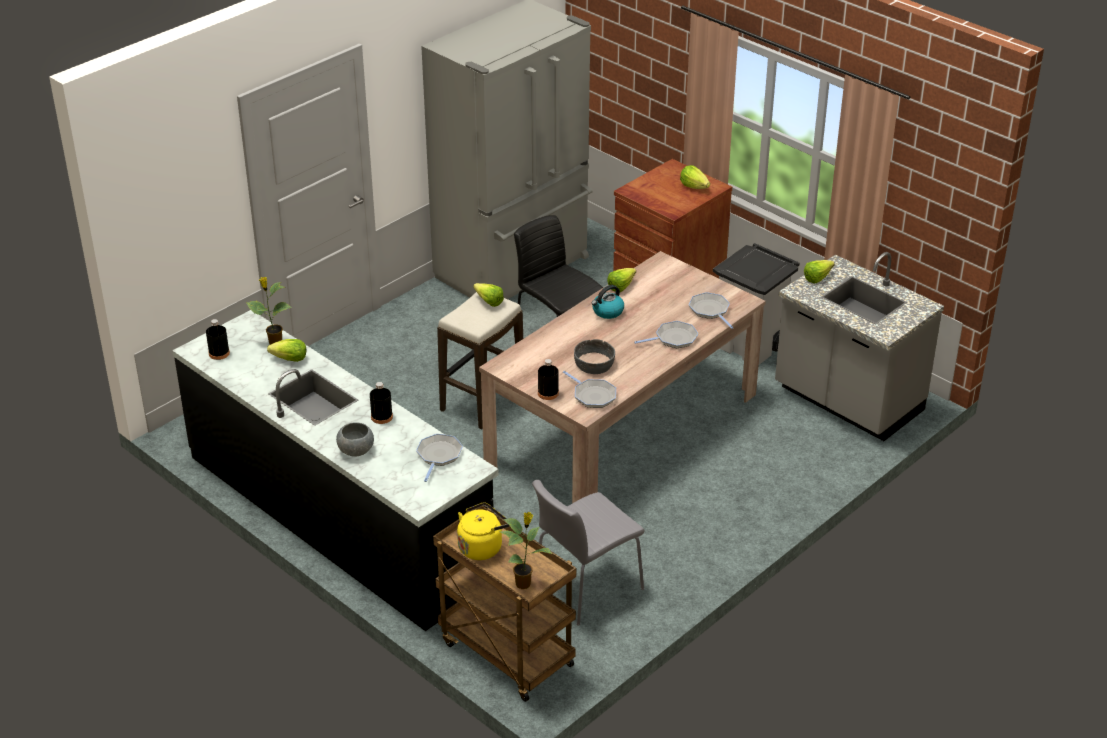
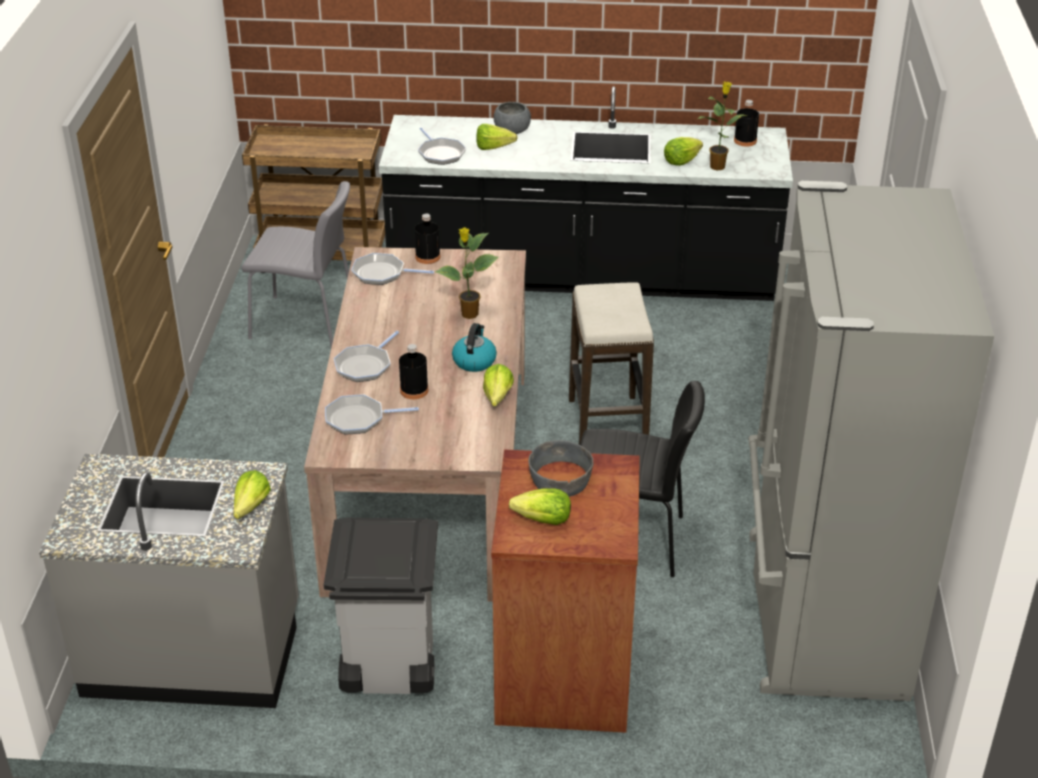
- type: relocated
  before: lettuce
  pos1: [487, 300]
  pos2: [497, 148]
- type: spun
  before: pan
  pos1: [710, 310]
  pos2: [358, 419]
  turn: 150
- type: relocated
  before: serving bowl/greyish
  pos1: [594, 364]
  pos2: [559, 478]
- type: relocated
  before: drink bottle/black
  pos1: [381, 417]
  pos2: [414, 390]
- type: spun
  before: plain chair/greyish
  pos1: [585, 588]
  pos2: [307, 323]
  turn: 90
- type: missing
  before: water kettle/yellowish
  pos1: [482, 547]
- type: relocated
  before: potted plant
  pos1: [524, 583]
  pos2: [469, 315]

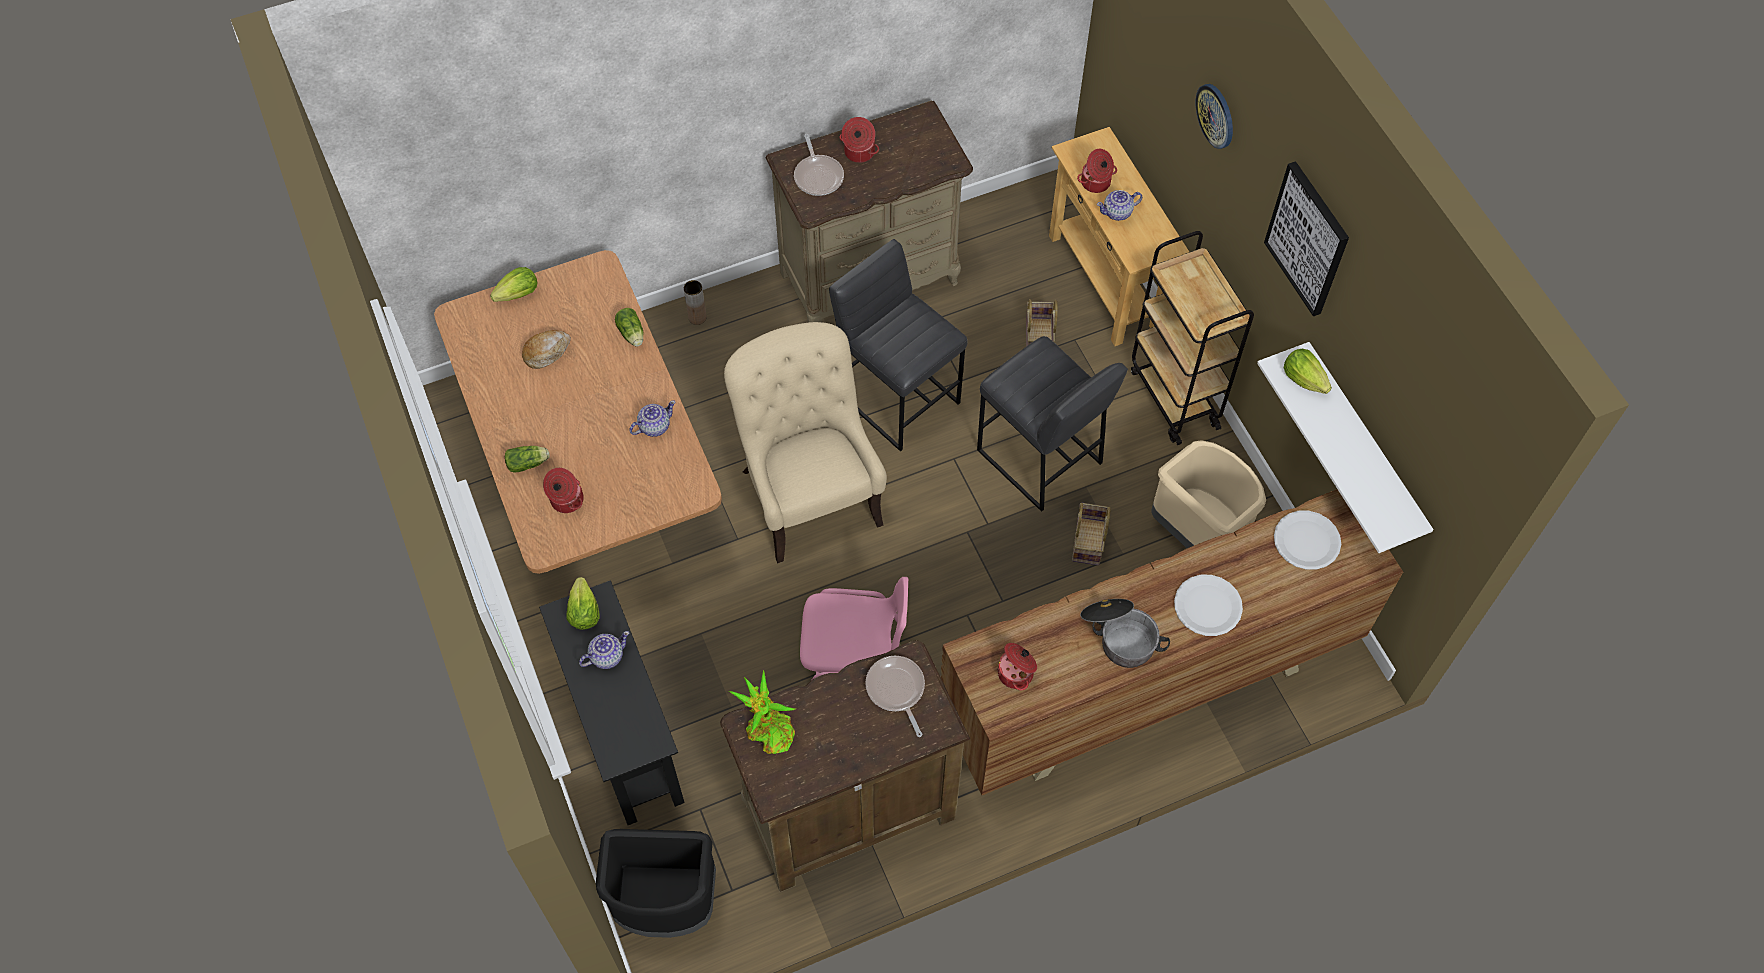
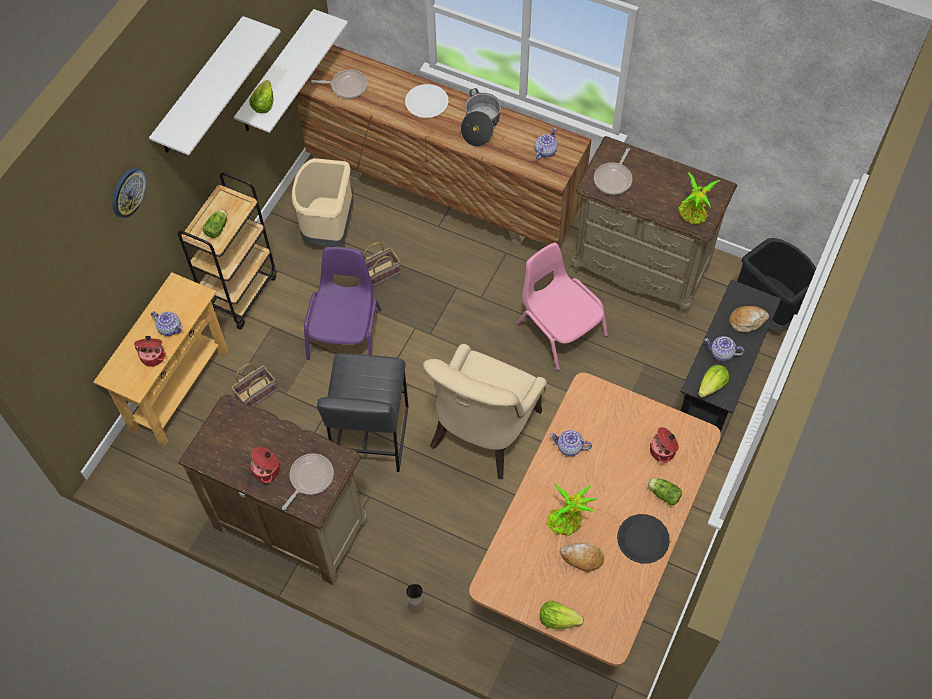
- type: exchanged
  before: wall picture
  after: shelf/white
  pos1: [1308, 238]
  pos2: [200, 88]
- type: relocated
  before: lettuce
  pos1: [632, 334]
  pos2: [218, 227]
- type: exchanged
  before: sitting stool/greyish
  after: plain chair/purple-coloured
  pos1: [1040, 458]
  pos2: [346, 333]
- type: exchanged
  before: dinner plate/white
  after: pan
  pos1: [1307, 541]
  pos2: [347, 86]
- type: exchanged
  before: saucepot
  after: pot for tea
  pos1: [1016, 673]
  pos2: [545, 151]
- type: appeared
  after: baked bread
  pos2: [747, 321]
- type: appeared
  after: potted plant
  pos2: [567, 520]
- type: appeared
  after: dinner plate/black
  pos2: [643, 539]

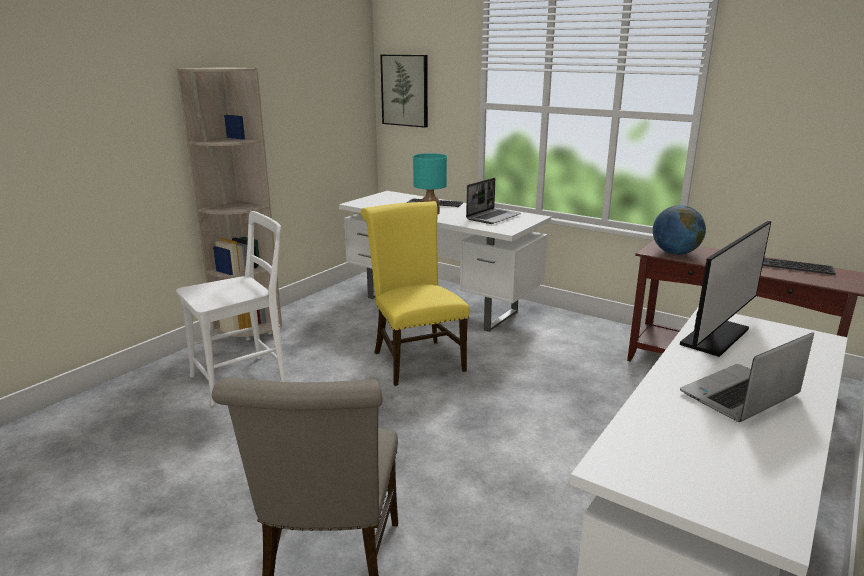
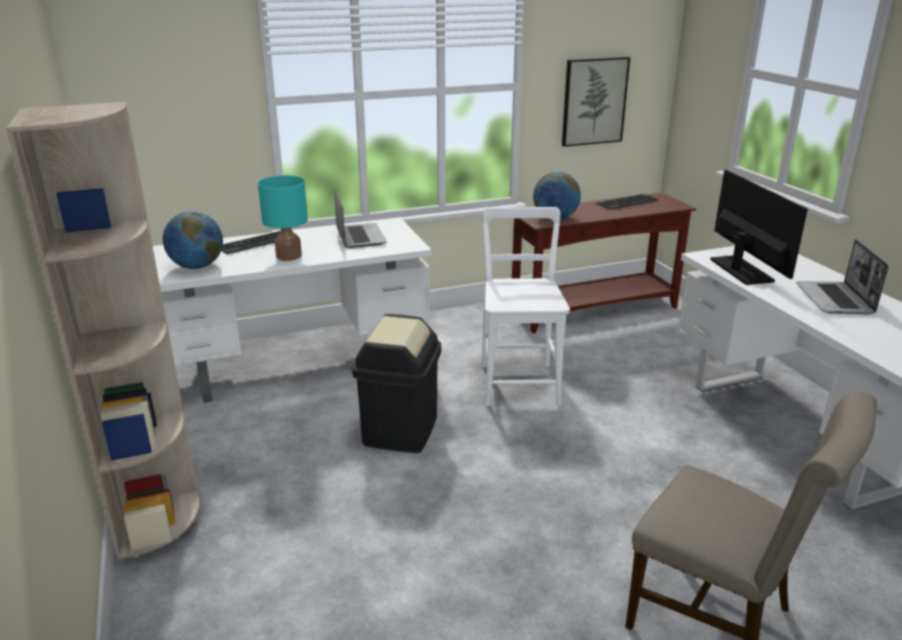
- type: relocated
  before: wall picture
  pos1: [405, 90]
  pos2: [594, 101]
- type: exchanged
  before: plain chair/yellowish
  after: waste bin/black
  pos1: [415, 359]
  pos2: [399, 431]
- type: relocated
  before: plain chair/white
  pos1: [243, 378]
  pos2: [518, 381]
- type: appeared
  after: globe
  pos2: [197, 266]

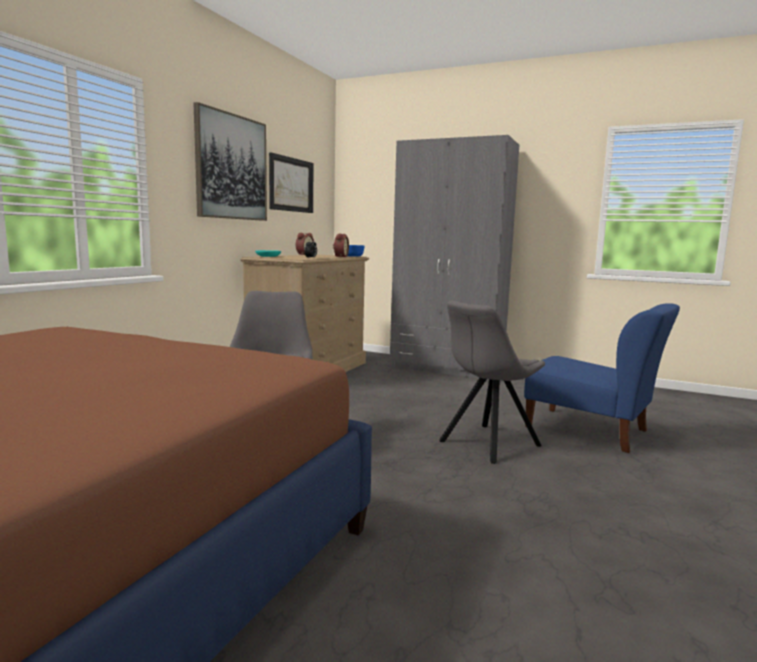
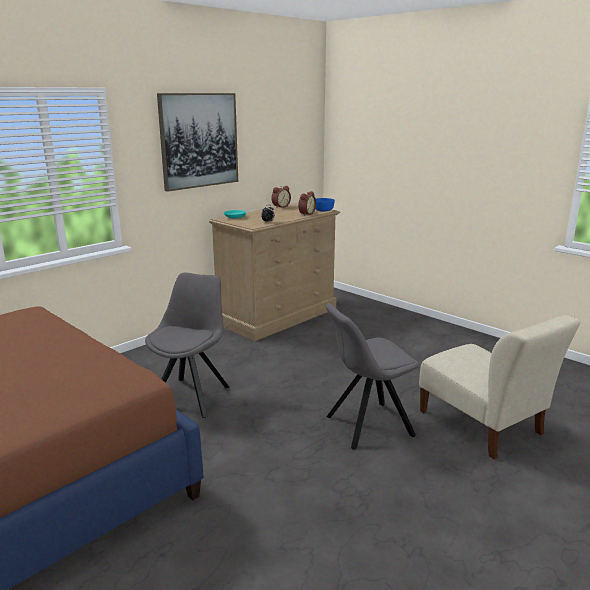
- type: missing
  before: wardrobe/greyish
  pos1: [447, 368]
- type: missing
  before: wall picture
  pos1: [291, 184]
- type: colour
  before: plain chair/blue-coloured
  after: plain chair/beige-coloured
  pos1: [591, 431]
  pos2: [483, 425]

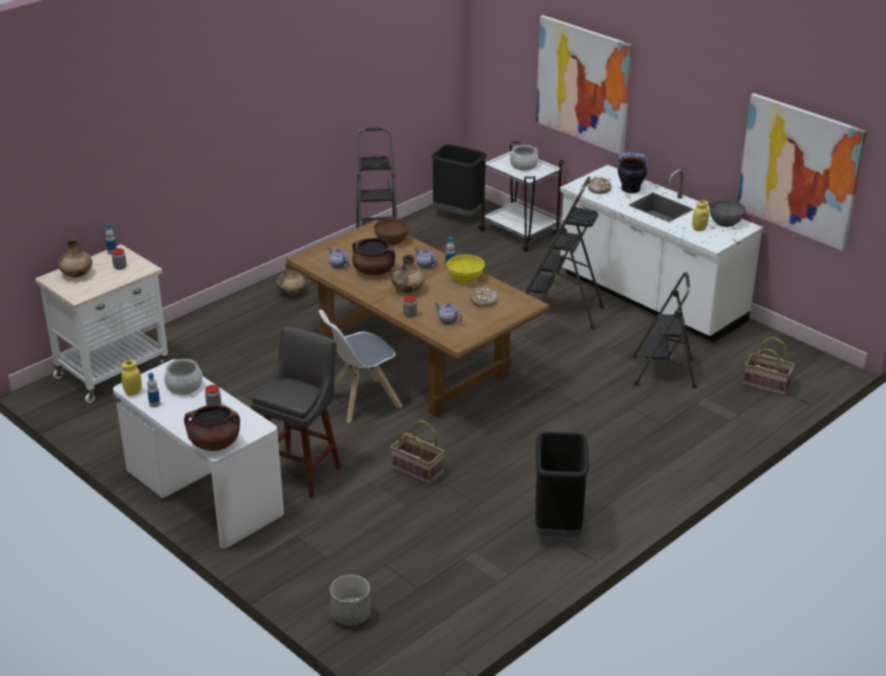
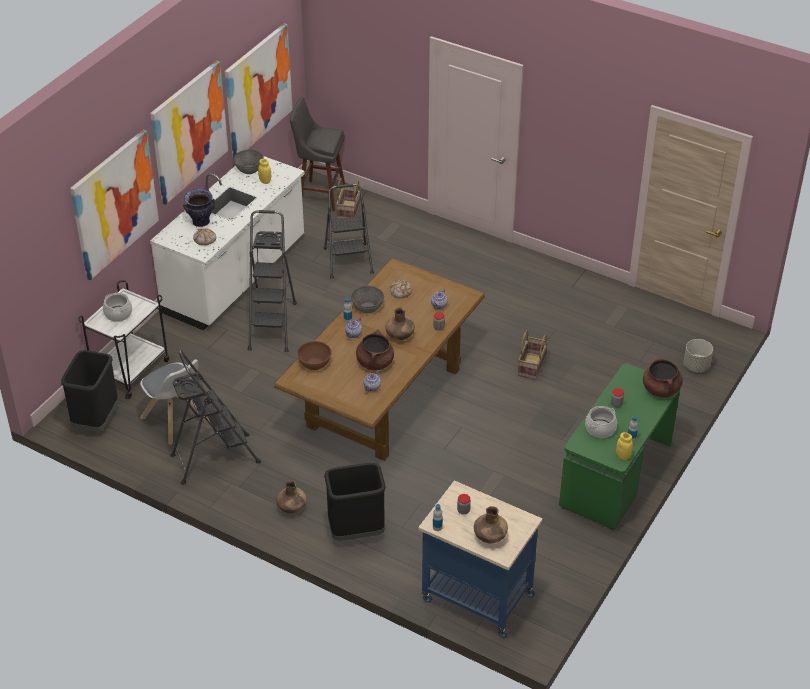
- type: colour
  before: trolley/white
  after: trolley/blue-coloured
  pos1: [113, 371]
  pos2: [477, 598]
- type: colour
  before: serving bowl/yellowish
  after: serving bowl/greyish
  pos1: [465, 278]
  pos2: [367, 307]
- type: relocated
  before: plain chair
  pos1: [361, 401]
  pos2: [176, 421]
- type: relocated
  before: sitting stool/greyish
  pos1: [302, 471]
  pos2: [319, 195]
- type: colour
  before: desk unit/white
  after: desk unit/greenish
  pos1: [202, 494]
  pos2: [616, 477]
- type: relocated
  before: waste bin/black
  pos1: [557, 526]
  pos2: [356, 532]
- type: appeared
  after: wall picture
  pos2: [189, 131]

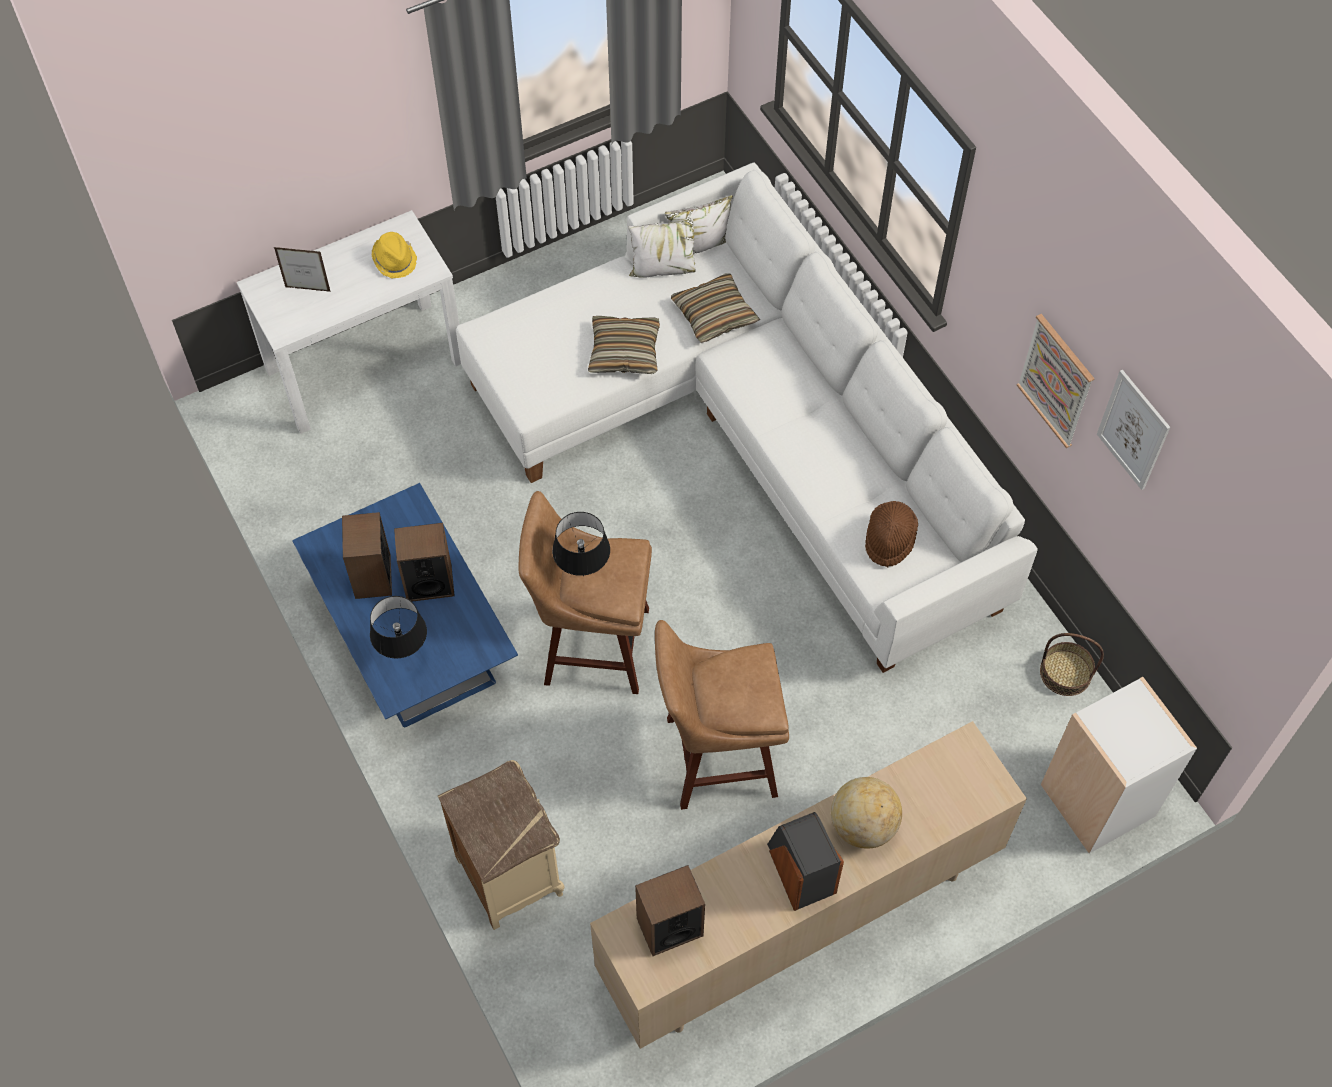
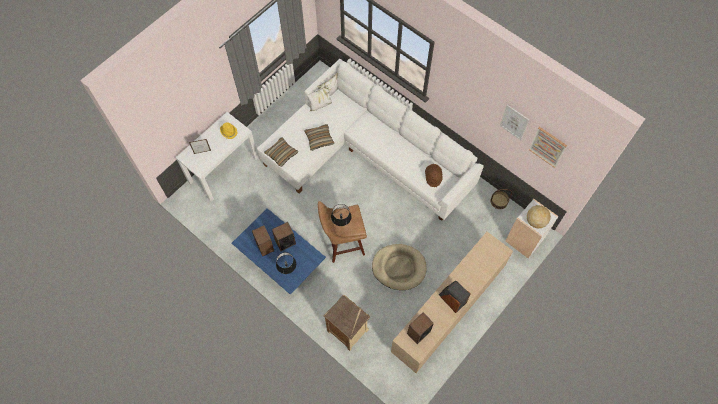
- type: relocated
  before: pillow
  pos1: [714, 315]
  pos2: [281, 154]
- type: relocated
  before: wall picture
  pos1: [1056, 380]
  pos2: [547, 147]
- type: exchanged
  before: sitting stool/brown-coloured
  after: dog bed/beige-coloured
  pos1: [716, 757]
  pos2: [399, 267]
- type: relocated
  before: globe
  pos1: [863, 825]
  pos2: [535, 221]

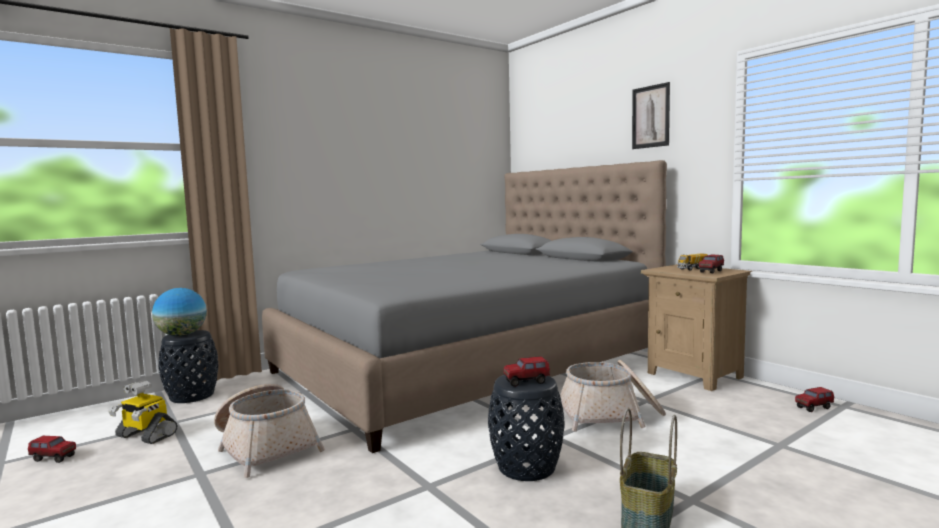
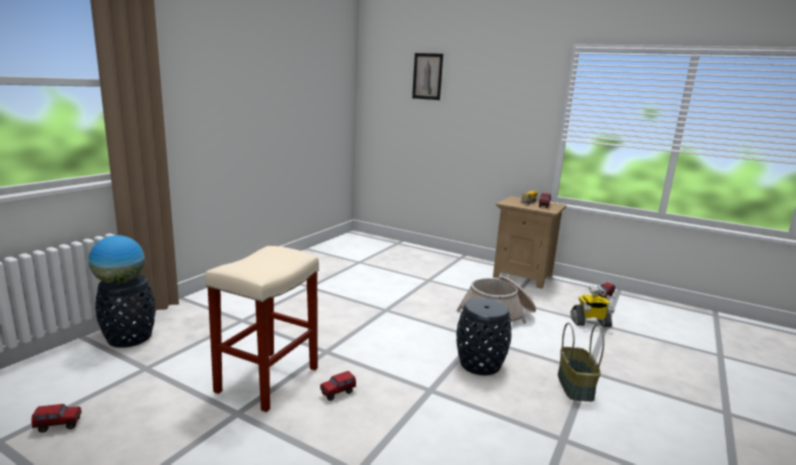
- type: relocated
  before: wall picture
  pos1: [650, 116]
  pos2: [427, 76]
- type: missing
  before: sleeping bed/greyish
  pos1: [468, 365]
- type: relocated
  before: toy lorry
  pos1: [526, 382]
  pos2: [338, 393]
- type: relocated
  before: toy robot
  pos1: [145, 436]
  pos2: [590, 322]
- type: exchanged
  before: basket
  after: sitting stool/beige-coloured
  pos1: [266, 446]
  pos2: [268, 379]

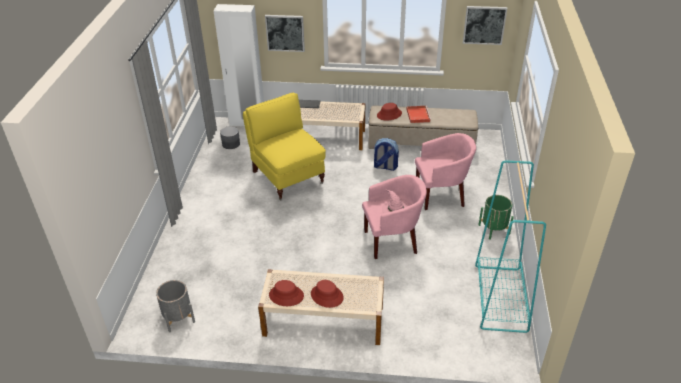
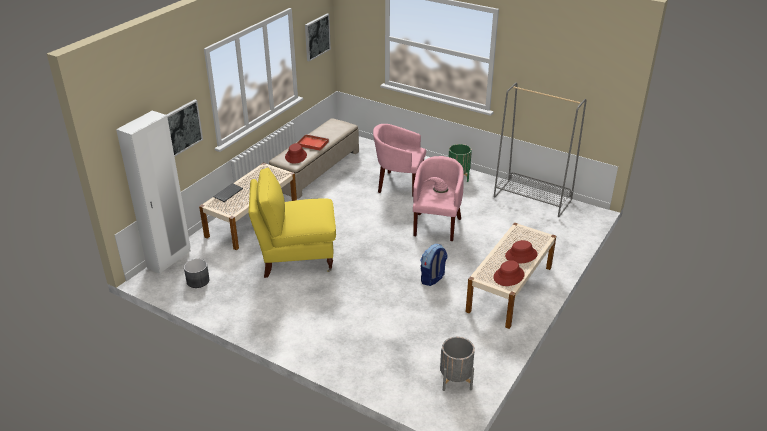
- type: spun
  before: lounge chair/pink
  pos1: [441, 195]
  pos2: [398, 184]
  turn: -90
- type: relocated
  before: knapsack
  pos1: [385, 167]
  pos2: [432, 278]
- type: colour
  before: garment rack/blue-green
  after: garment rack/greyish
  pos1: [500, 298]
  pos2: [532, 199]

